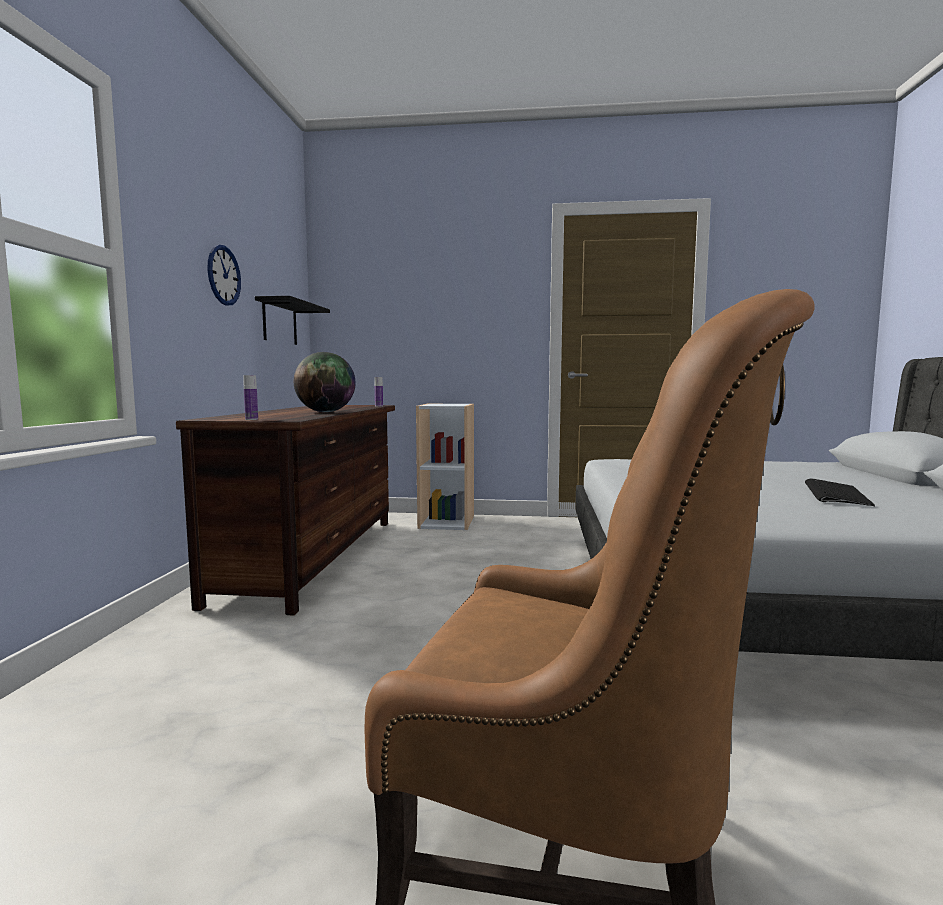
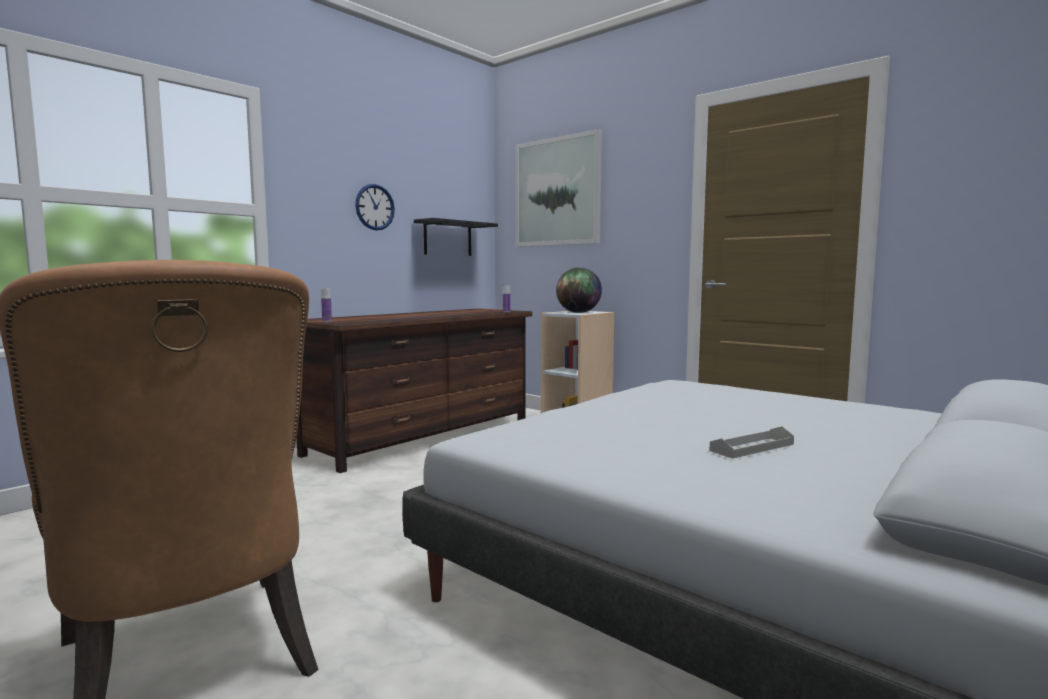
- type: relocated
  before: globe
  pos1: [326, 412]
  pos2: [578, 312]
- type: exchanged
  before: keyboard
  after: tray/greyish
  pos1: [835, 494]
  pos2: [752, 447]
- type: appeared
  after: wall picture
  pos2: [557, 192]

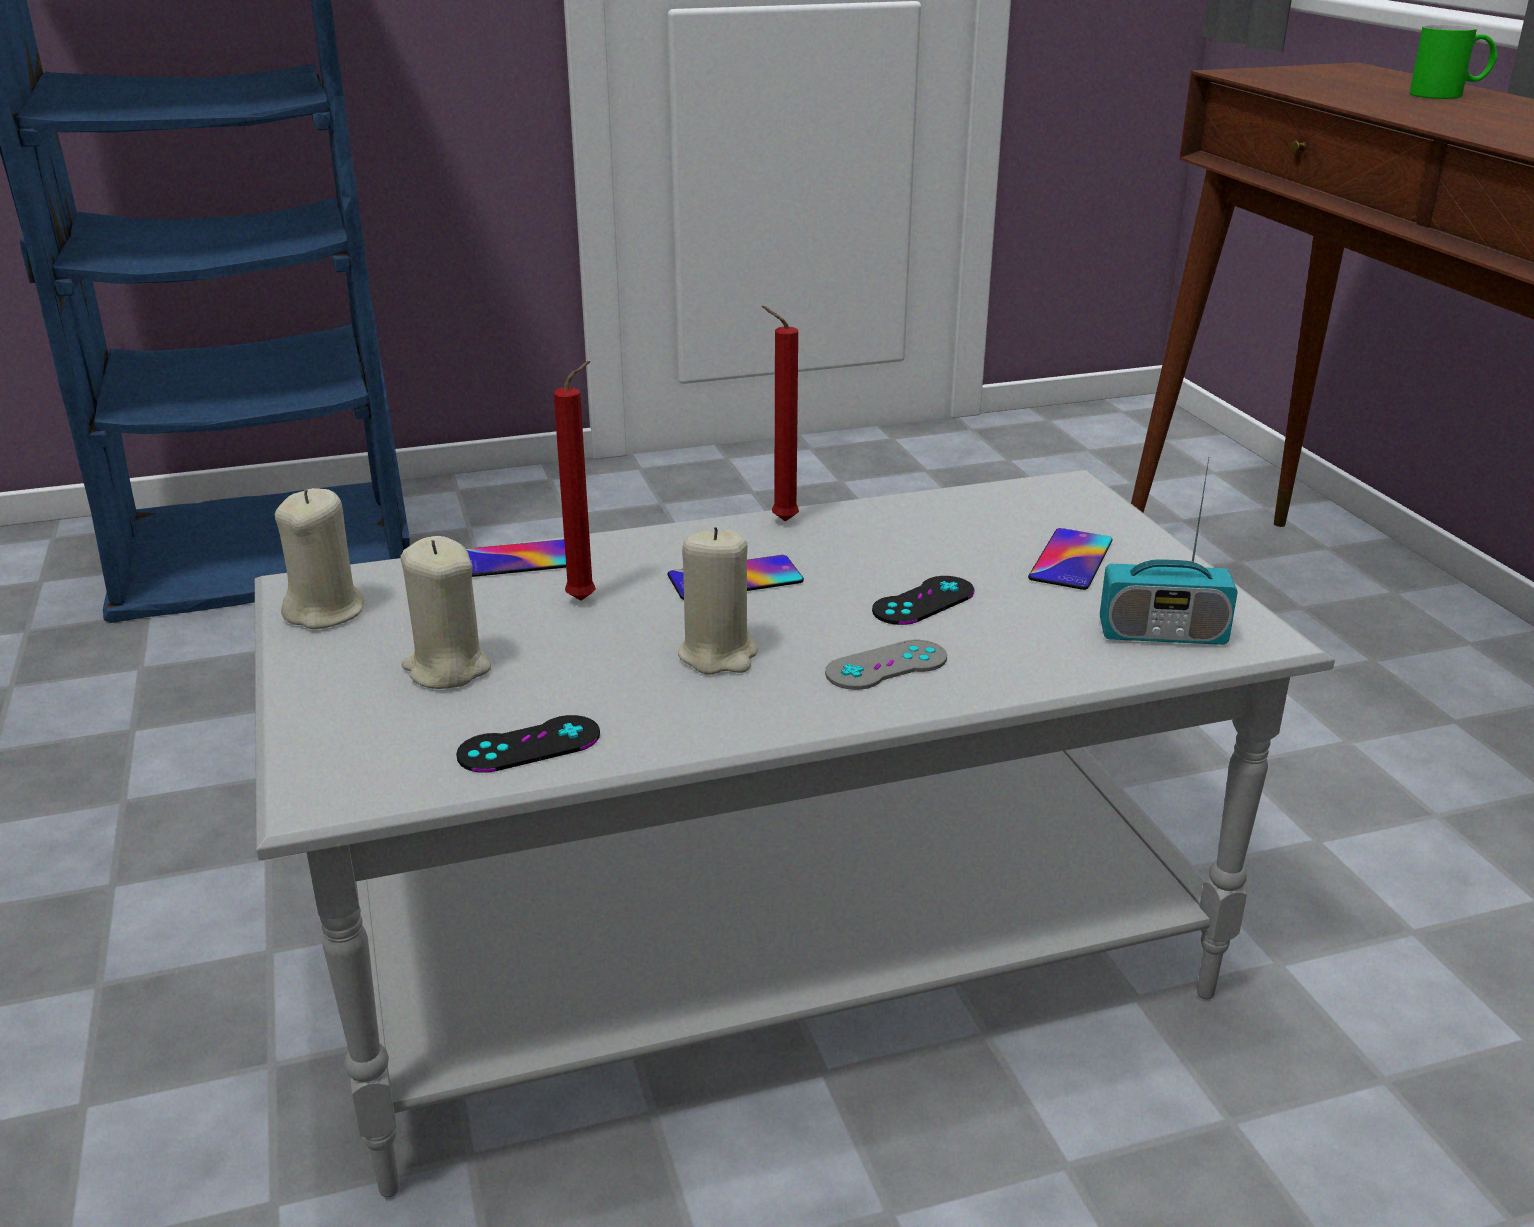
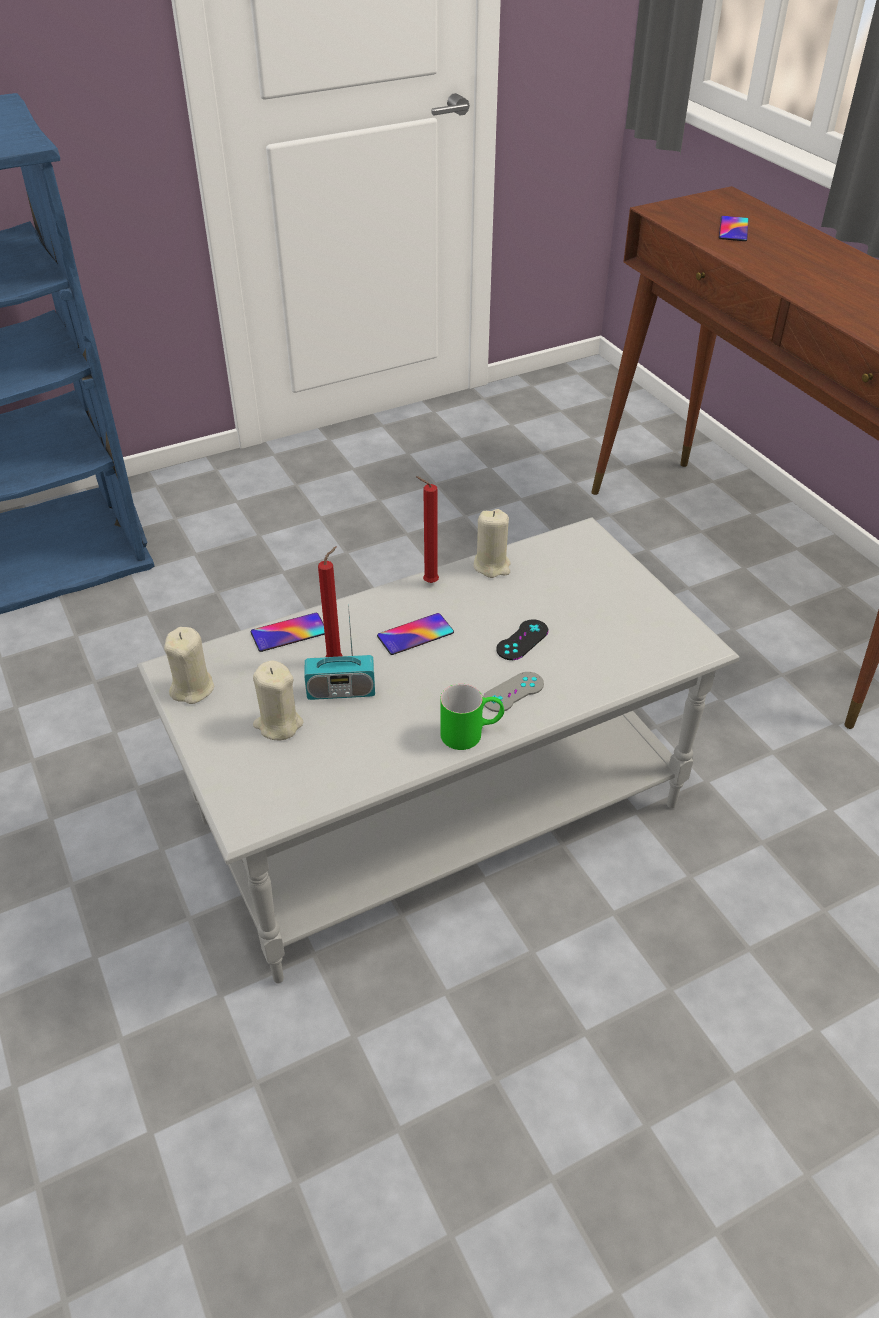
- type: relocated
  before: coffee mug/greenish
  pos1: [1448, 95]
  pos2: [471, 733]
- type: relocated
  before: radio set
  pos1: [1162, 634]
  pos2: [341, 691]
- type: relocated
  before: candle/beige-coloured
  pos1: [718, 654]
  pos2: [492, 566]
- type: relocated
  before: phone
  pos1: [1071, 560]
  pos2: [733, 229]
- type: missing
  before: gamepad/black
  pos1: [529, 745]

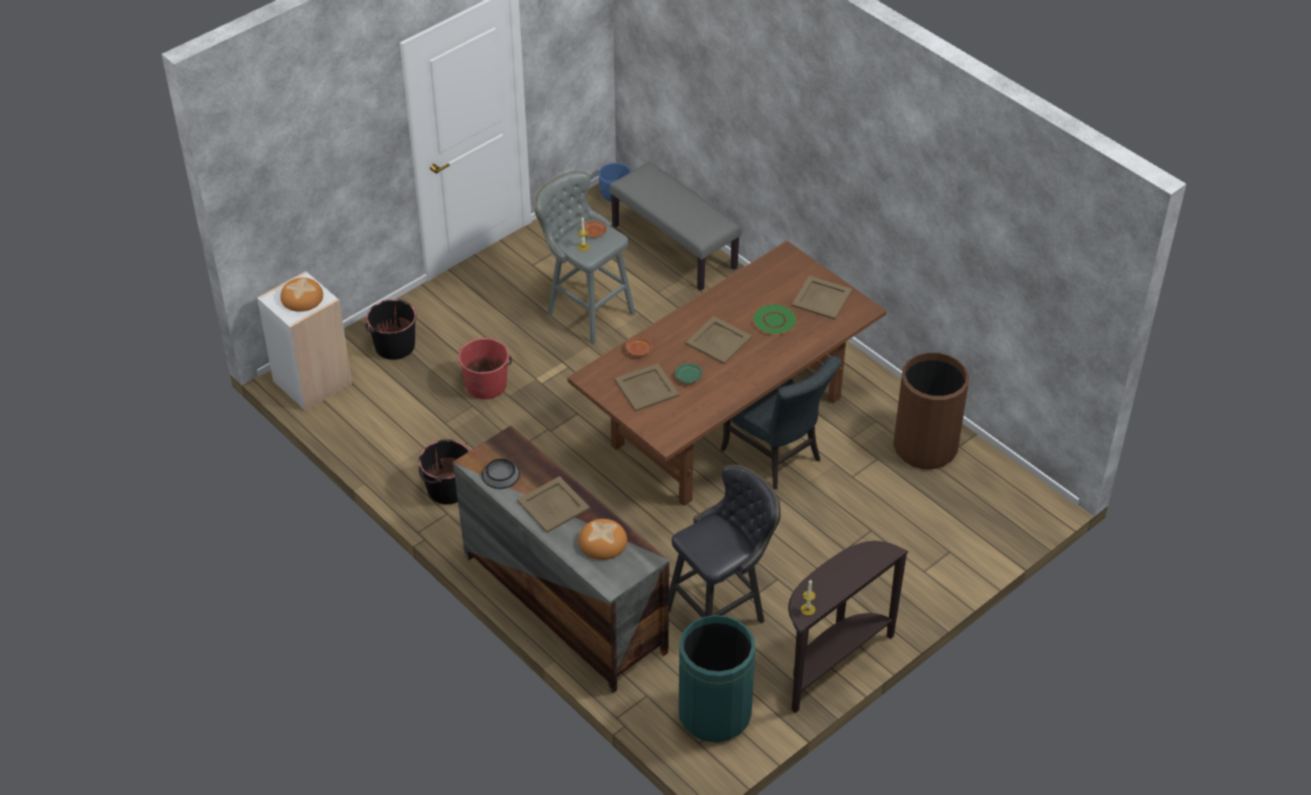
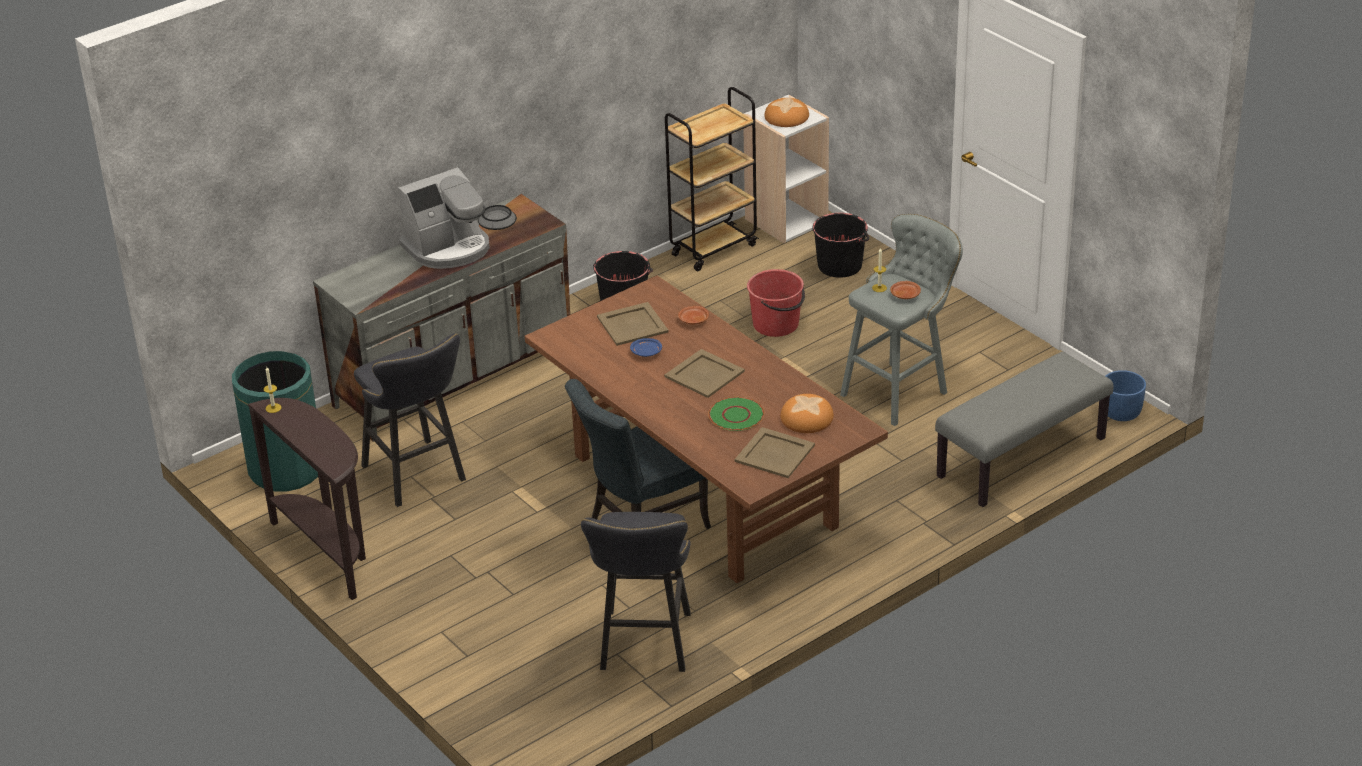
- type: exchanged
  before: waste bin/brown-coloured
  after: sitting stool/black
  pos1: [925, 447]
  pos2: [644, 650]
- type: colour
  before: dinner plate/greenish
  after: dinner plate/blue-coloured
  pos1: [688, 376]
  pos2: [646, 352]
- type: exchanged
  before: tray/beige-coloured
  after: coffee brewer
  pos1: [552, 505]
  pos2: [448, 248]
- type: relocated
  before: baked bread
  pos1: [602, 542]
  pos2: [806, 417]
- type: appeared
  after: trolley/brown-coloured
  pos2: [713, 249]

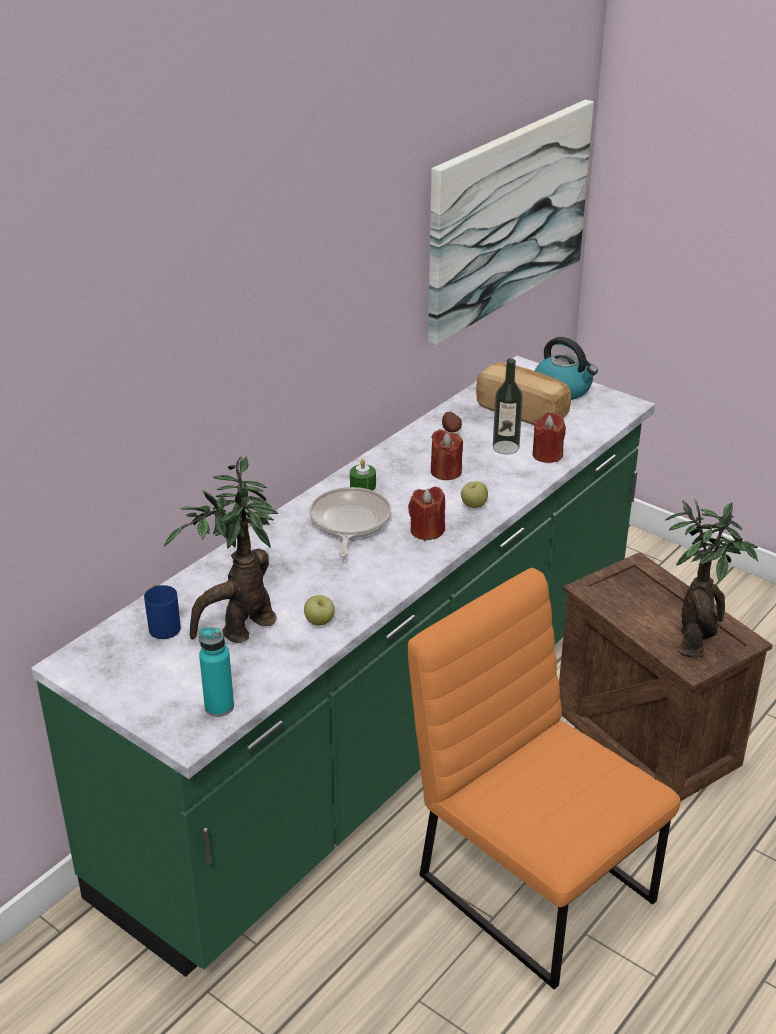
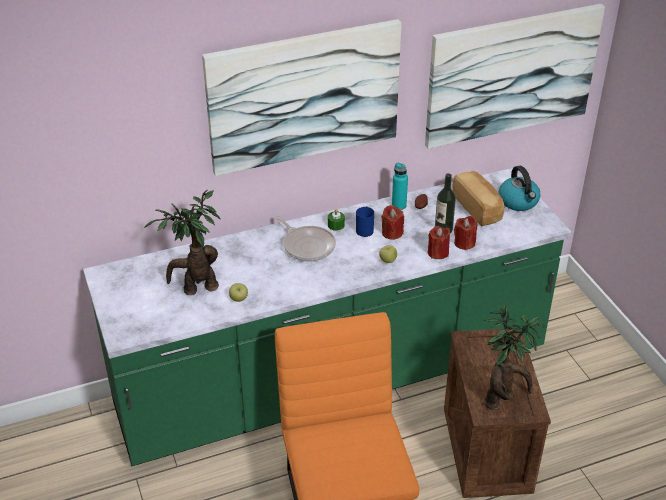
- type: spun
  before: pan
  pos1: [349, 523]
  pos2: [307, 246]
  turn: 105
- type: relocated
  before: candle/reddish
  pos1: [427, 531]
  pos2: [438, 253]
- type: relocated
  before: coffee mug/blue-coloured
  pos1: [163, 625]
  pos2: [365, 229]
- type: relocated
  before: drink bottle/blue-green
  pos1: [219, 707]
  pos2: [399, 205]
- type: appeared
  after: wall picture
  pos2: [304, 96]

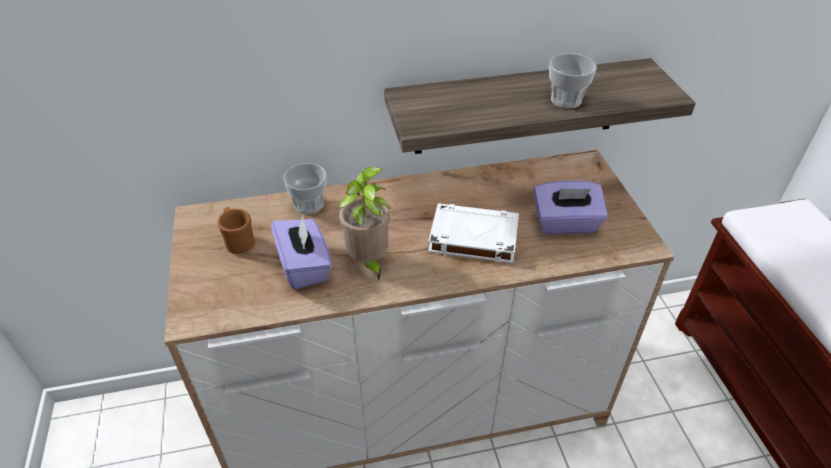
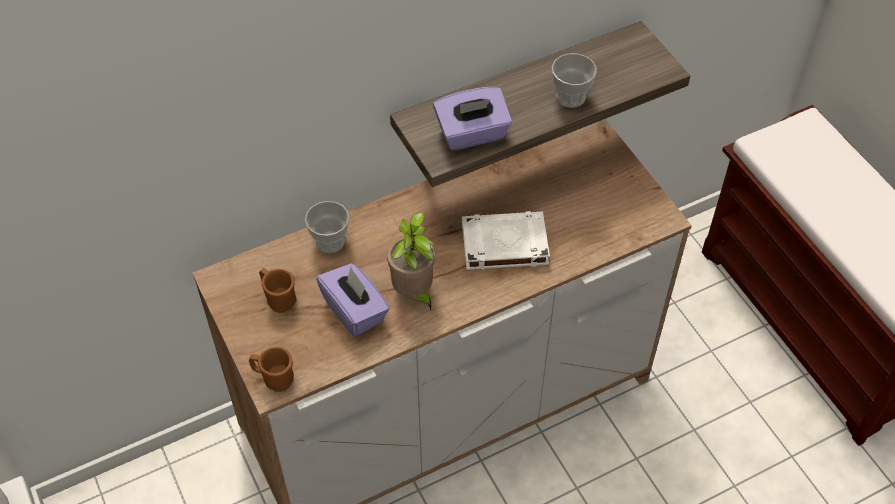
- type: relocated
  before: tissue holder/purple-coloured
  pos1: [565, 224]
  pos2: [472, 134]
- type: appeared
  after: coffee mug/brown-coloured
  pos2: [274, 378]

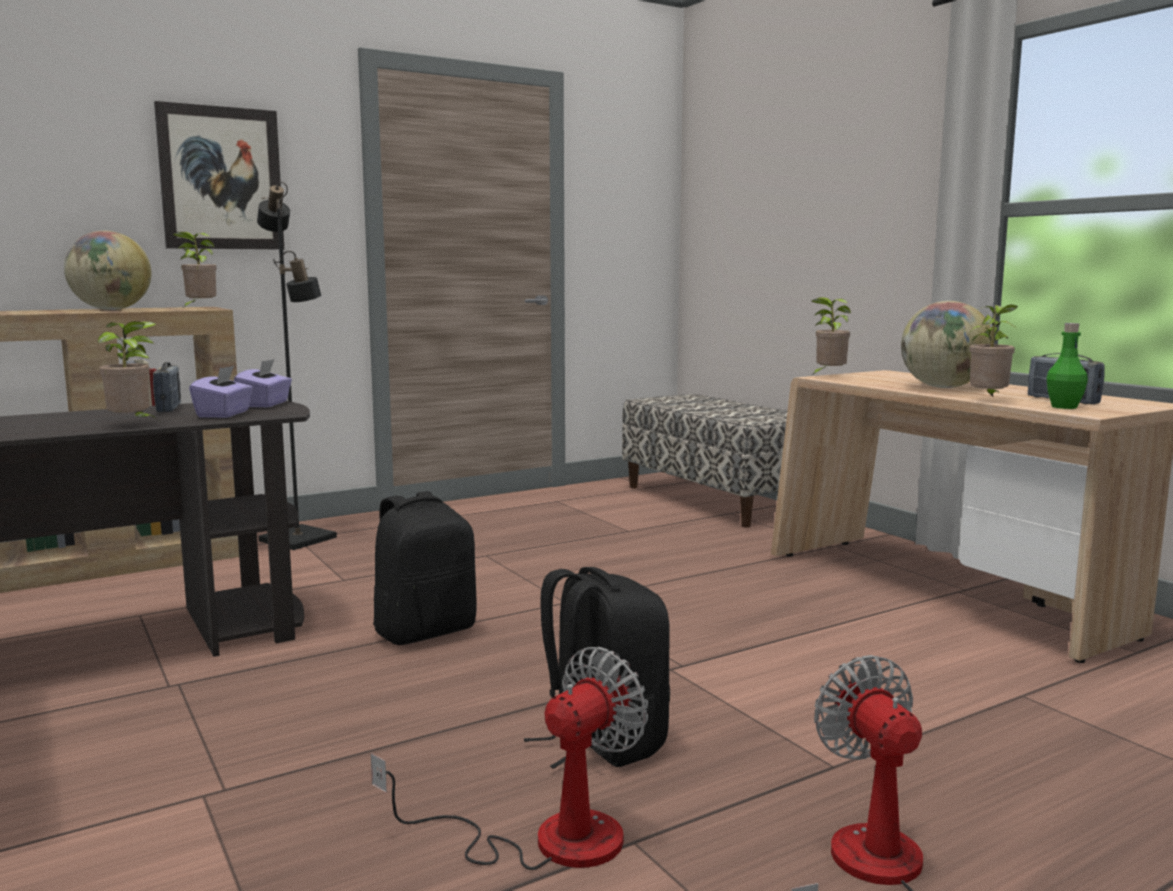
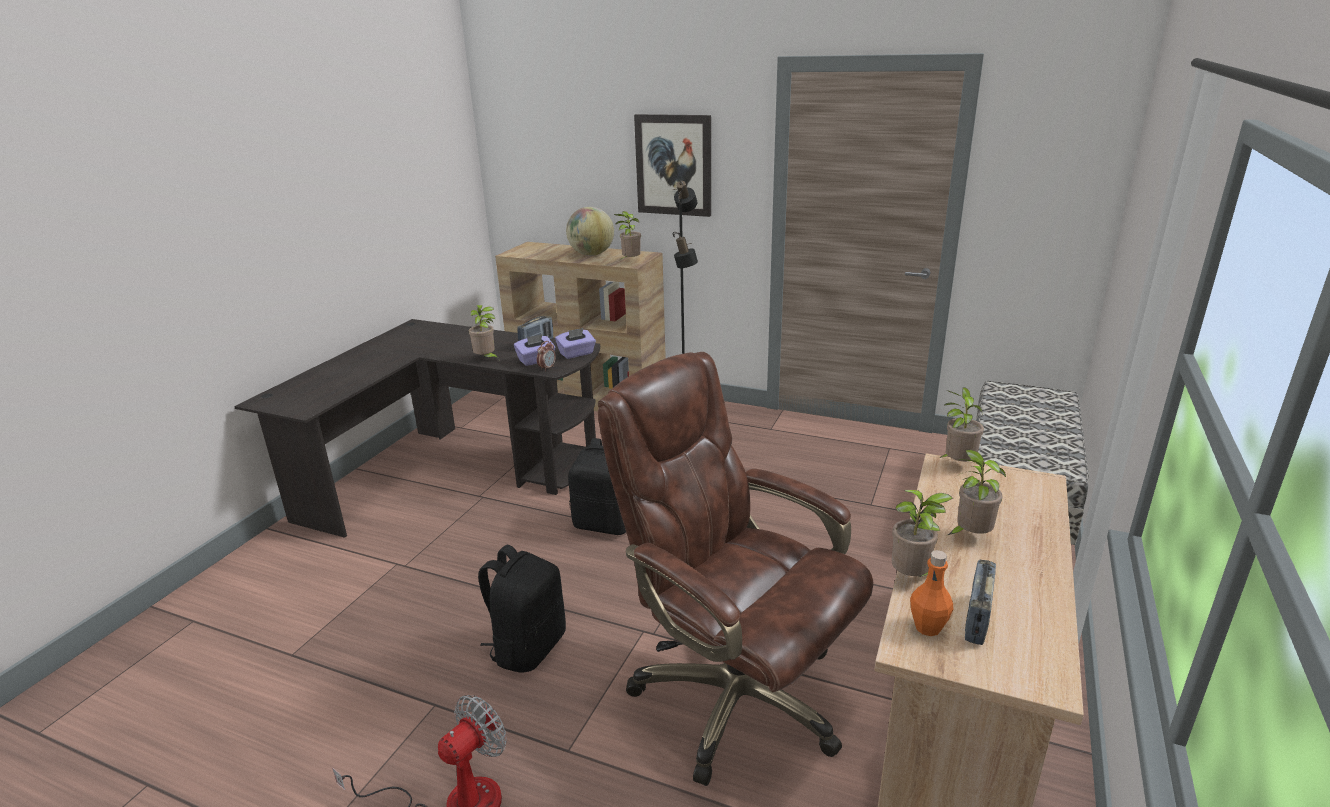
- type: exchanged
  before: globe
  after: potted plant
  pos1: [943, 387]
  pos2: [970, 536]
- type: colour
  before: drink bottle/greenish
  after: drink bottle/orange-coloured
  pos1: [1064, 407]
  pos2: [927, 627]
- type: missing
  before: electric fan
  pos1: [546, 839]
- type: appeared
  after: bedside clock
  pos2: [547, 368]
- type: appeared
  after: desk chair/brown-coloured
  pos2: [737, 696]

